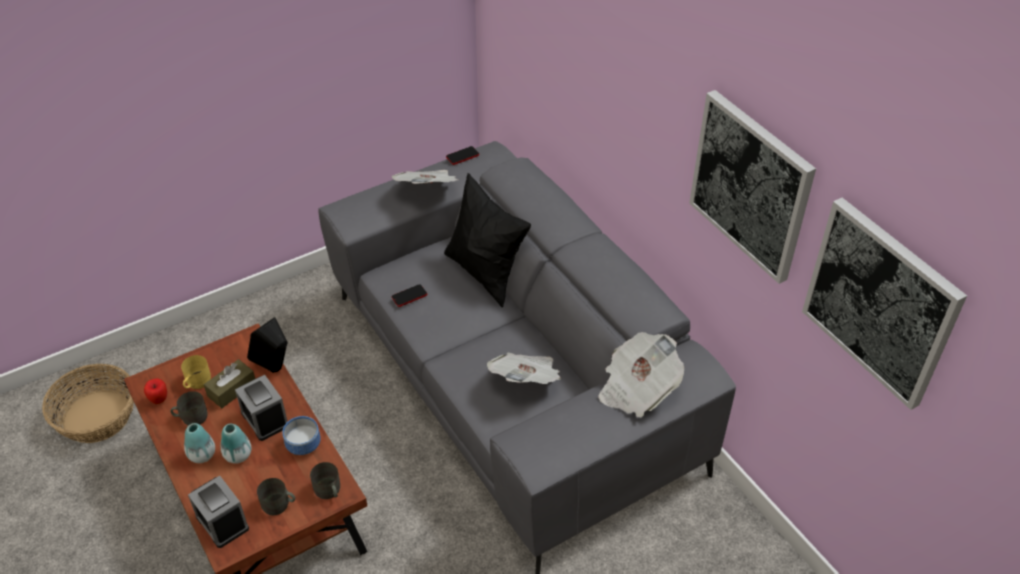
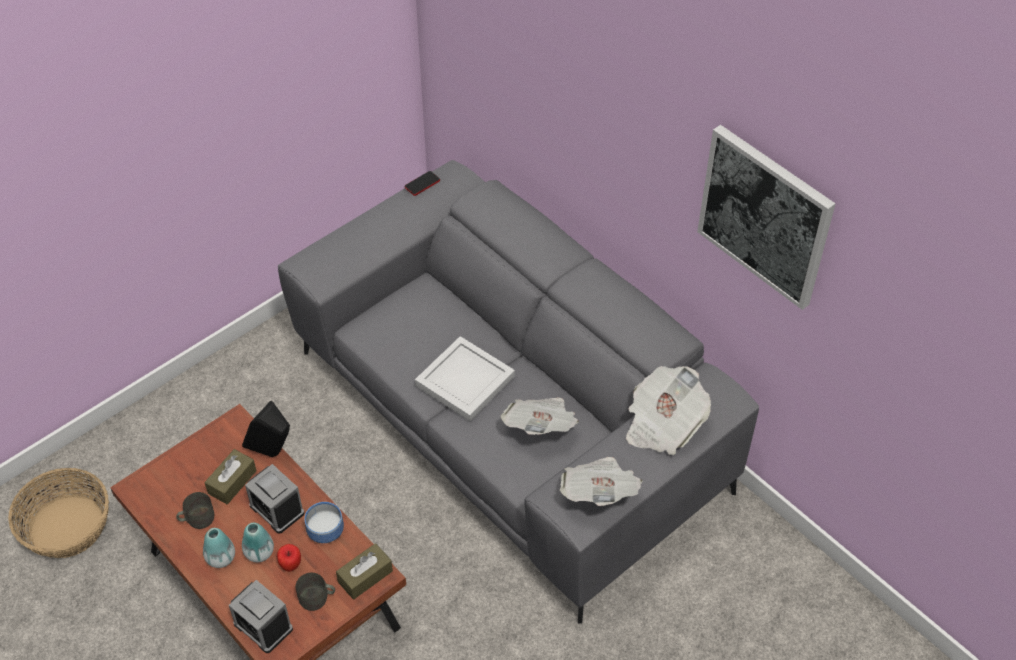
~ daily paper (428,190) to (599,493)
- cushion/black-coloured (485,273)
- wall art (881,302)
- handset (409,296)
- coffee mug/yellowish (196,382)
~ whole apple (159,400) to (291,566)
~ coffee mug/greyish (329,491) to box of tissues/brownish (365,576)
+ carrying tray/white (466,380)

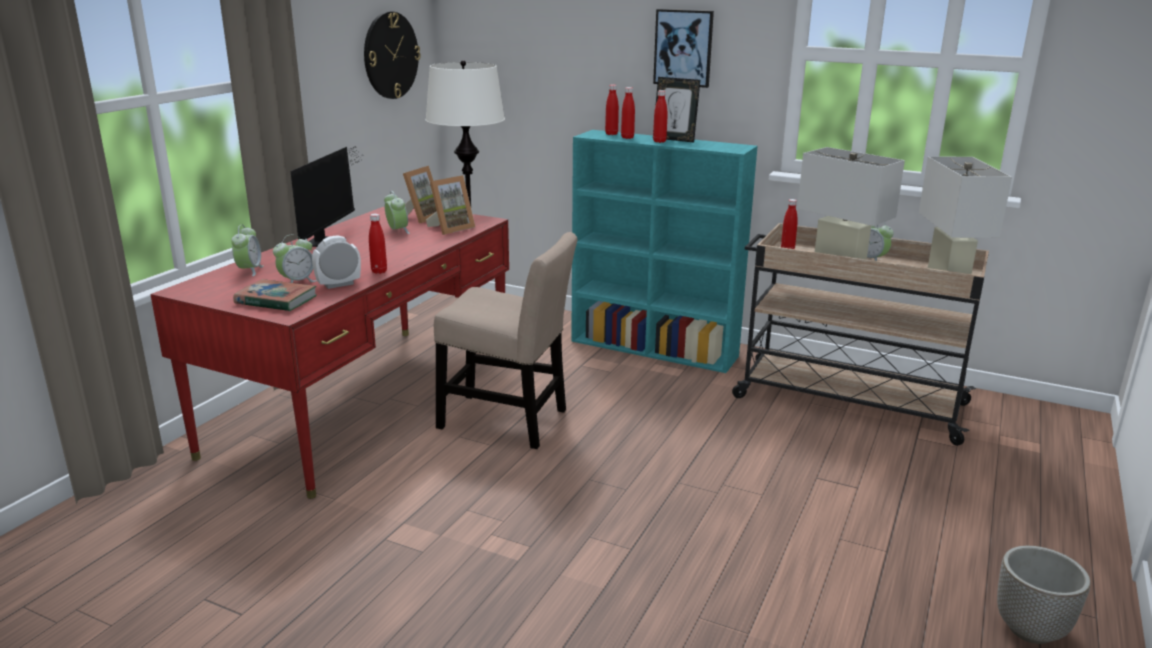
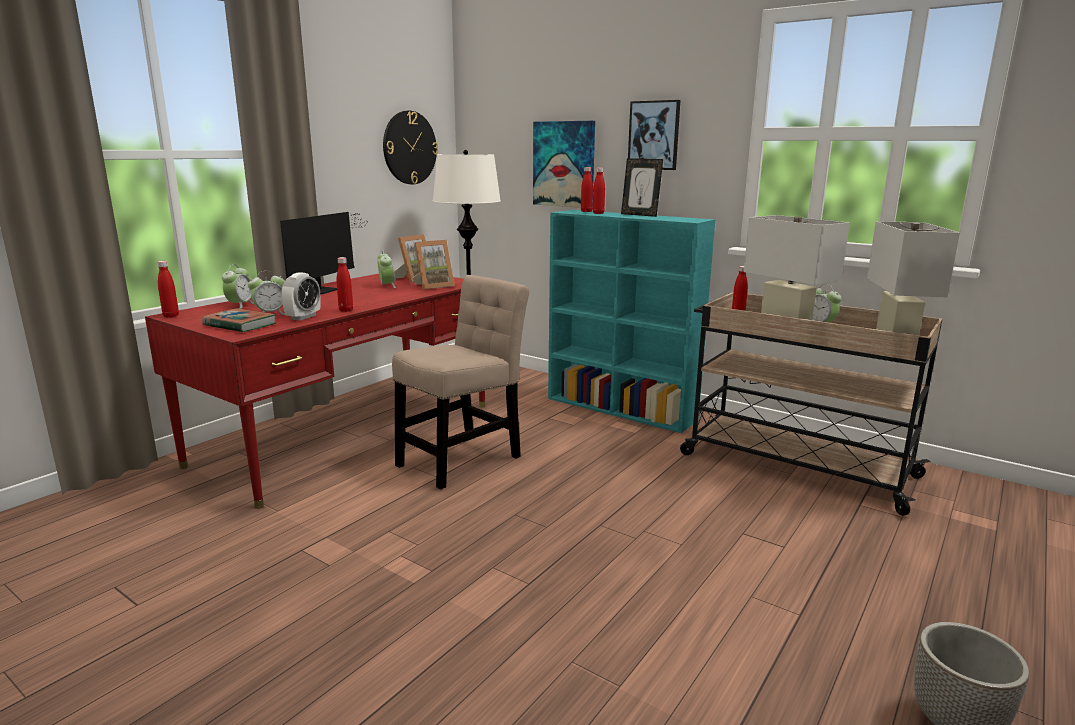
~ bottle/red-coloured (659,141) to (171,316)
~ upright chair/beige-coloured (508,421) = (463,458) 75 degrees counterclockwise
~ table clock (339,284) = (303,317) 135 degrees clockwise
+ wall art (564,164)

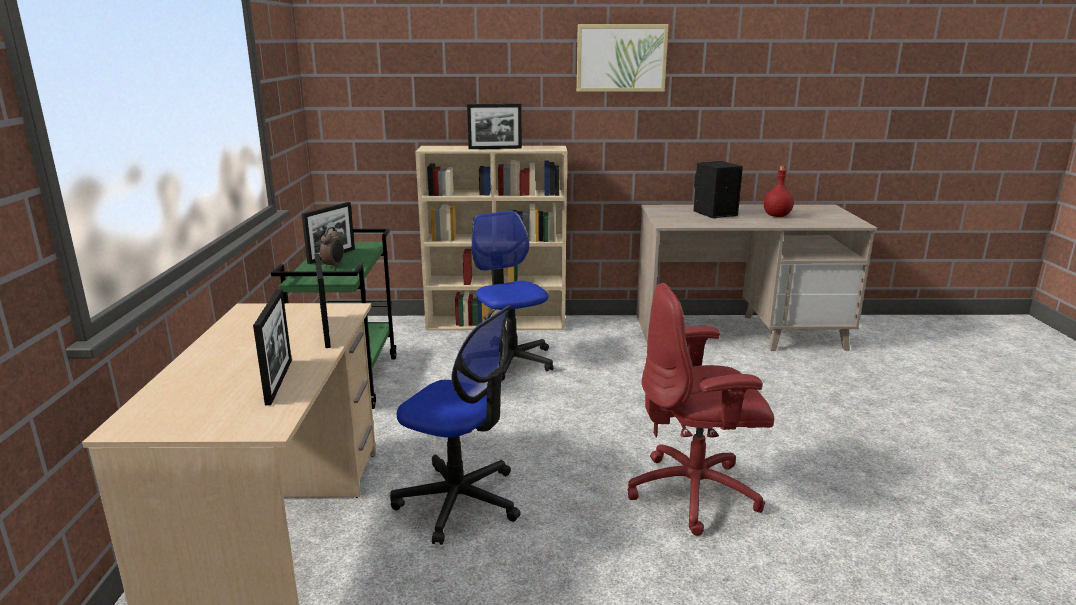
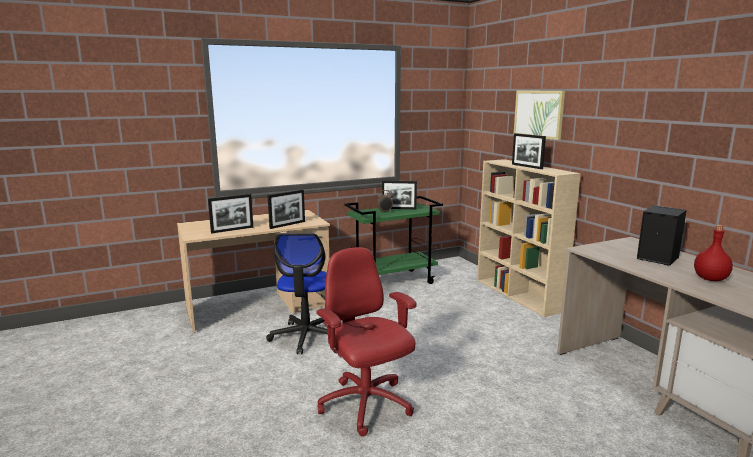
~ wall art (621,58) to (539,114)
- office chair (510,362)

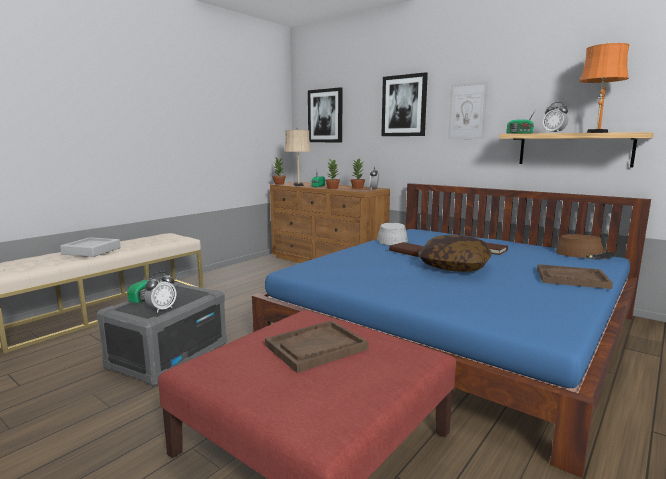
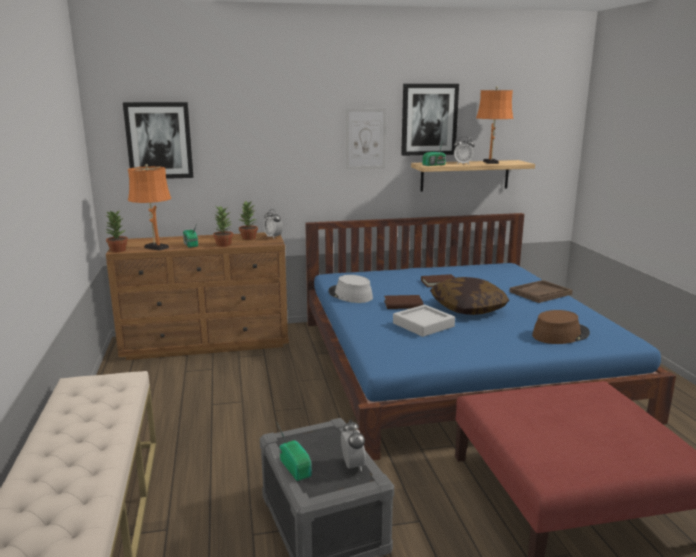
~ wall art (404,106) to (429,119)
~ table lamp/beige-coloured (298,185) to table lamp/orangey (154,247)
~ clothing hat/brownish (584,254) to (560,334)
~ carrying tray/greyish (91,251) to (423,325)
- carrying tray/brownish (316,347)

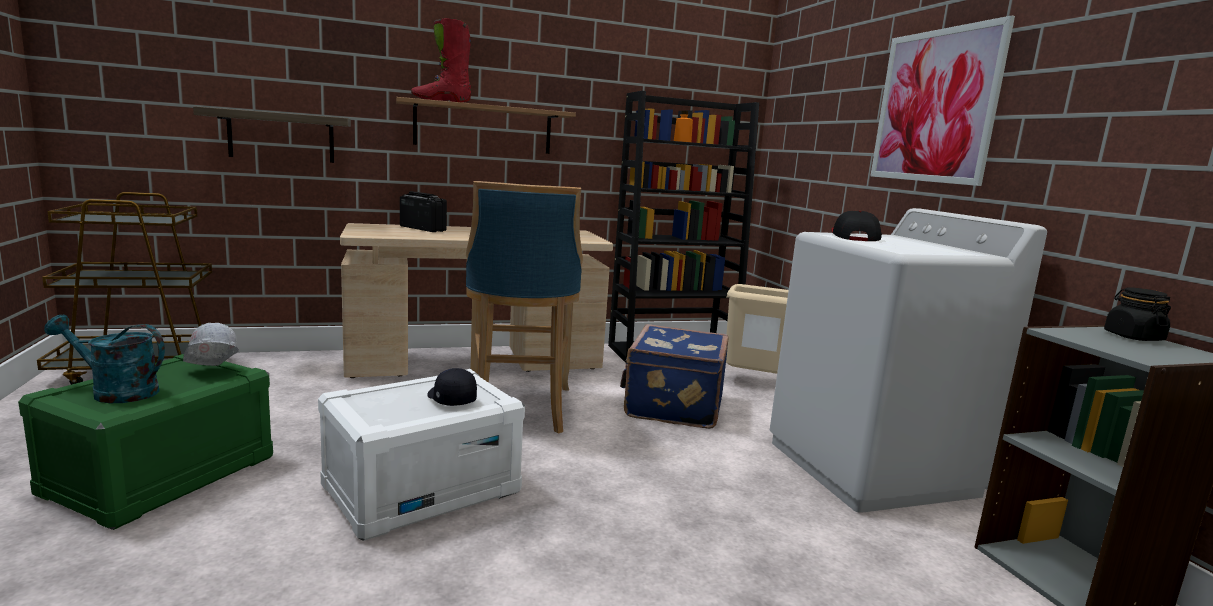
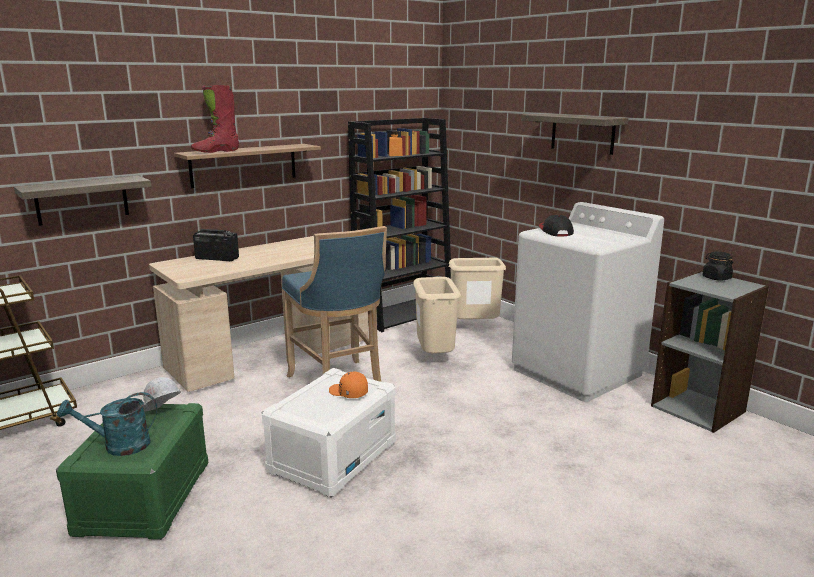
~ wall art (935,106) to bracket shelf (582,133)
~ travel case/blue (672,406) to rubbish bin/beige-coloured (436,358)
~ cap/black-coloured (450,399) to cap/orangey (348,393)

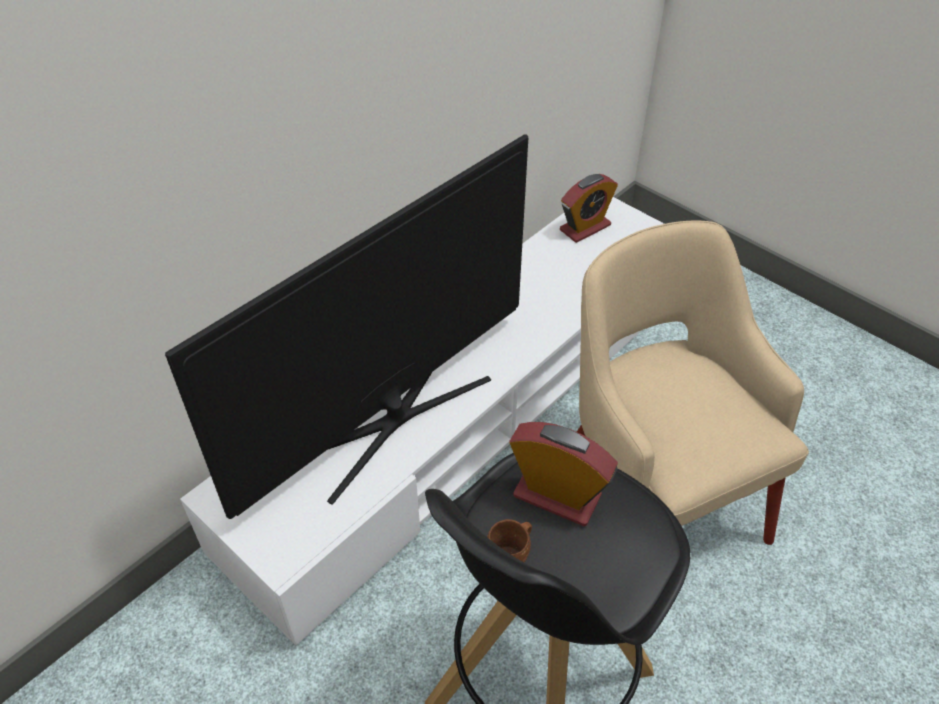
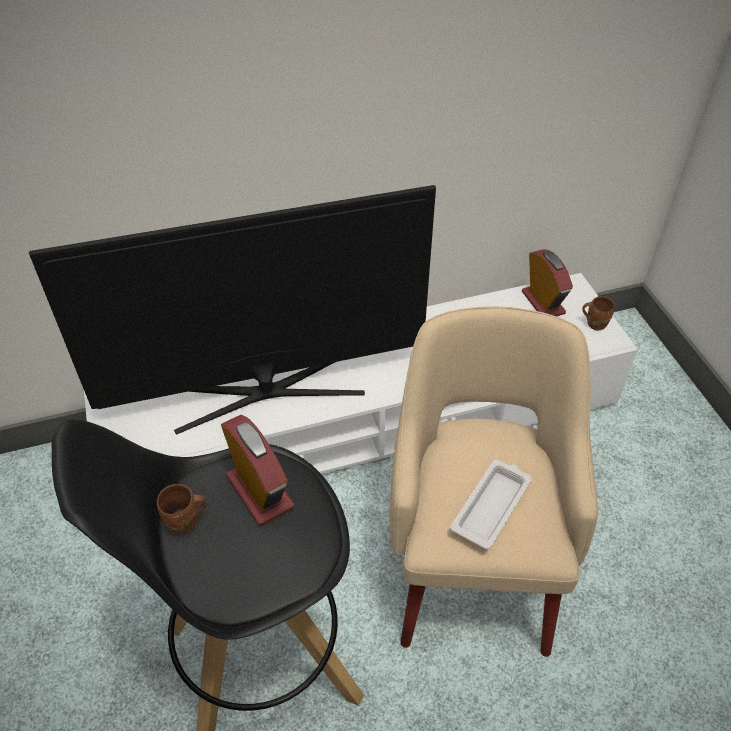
~ table clock (585,227) = (543,302) 105 degrees counterclockwise
+ coffee mug/brownish (595,323)
+ carrying tray/white (491,506)

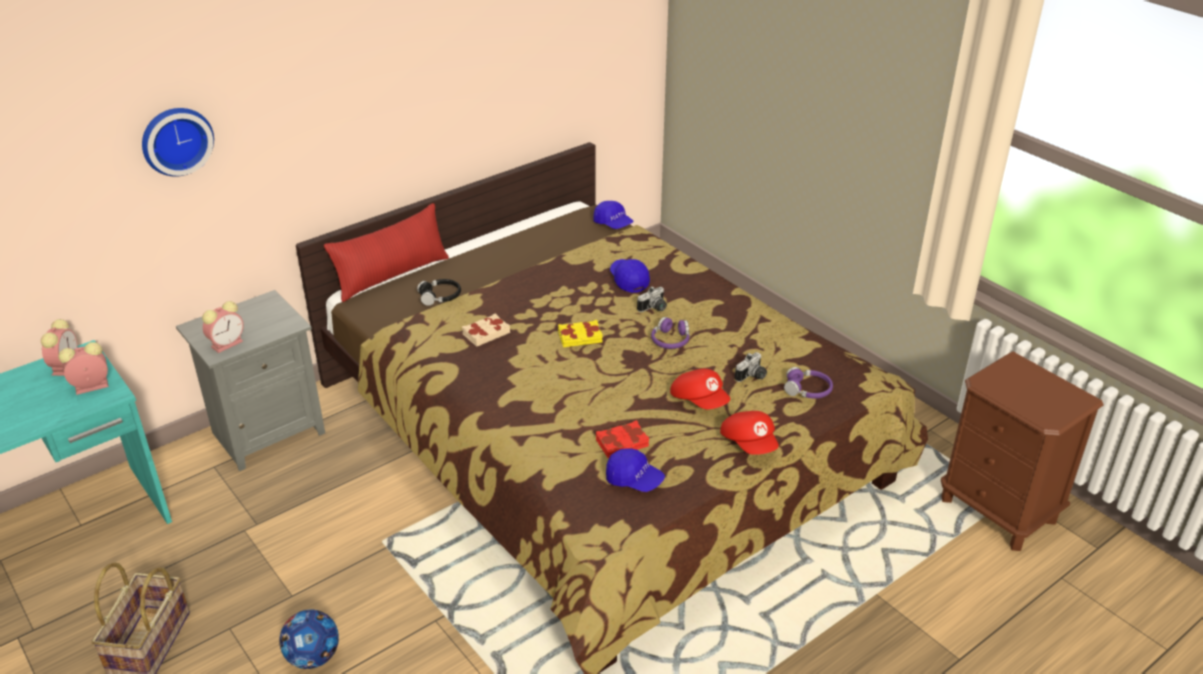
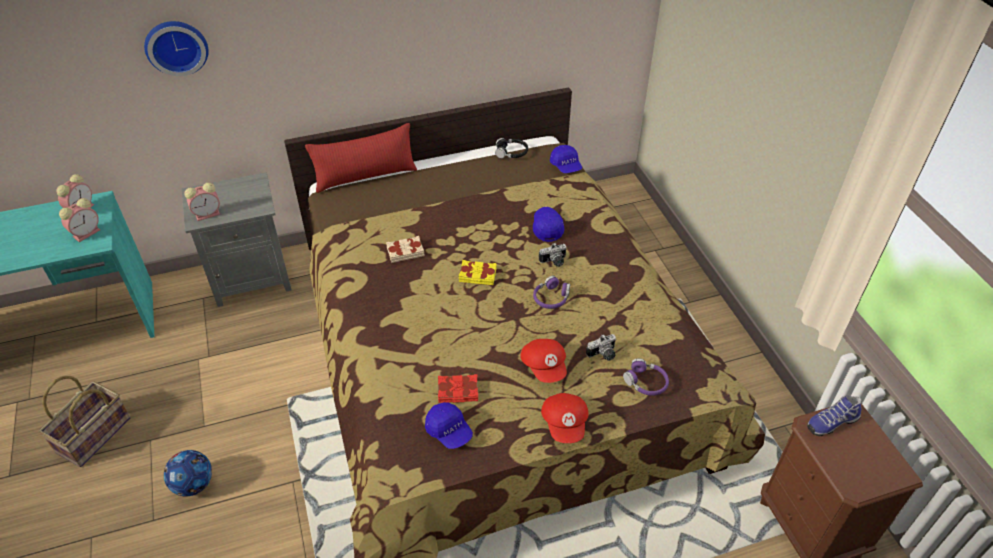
~ headset/black-coloured (440,297) to (511,152)
~ table clock (90,387) = (87,232) 135 degrees clockwise
+ shoe (831,422)

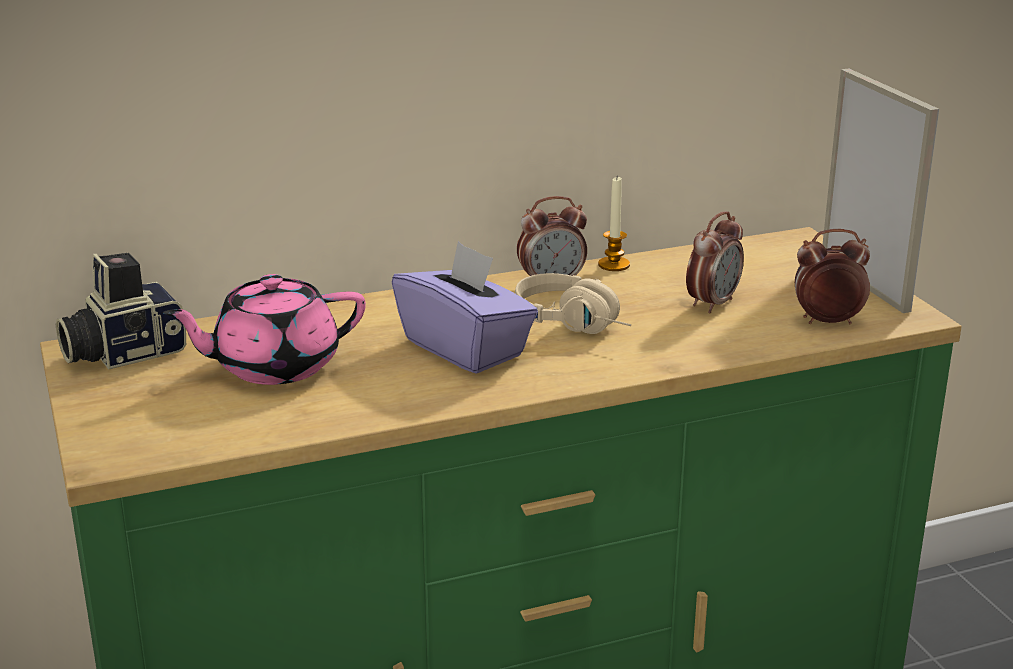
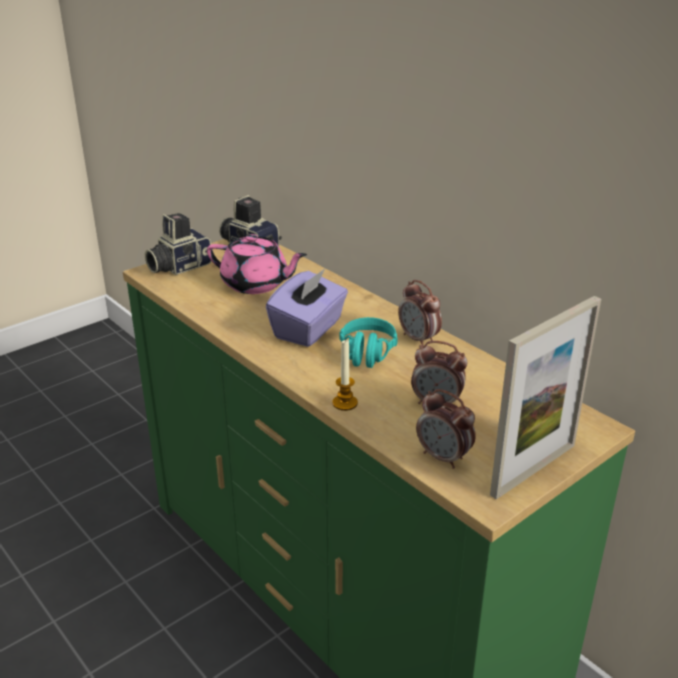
~ wax light (614,265) to (345,403)
~ table clock (827,322) = (443,457) 150 degrees clockwise
~ headset/beige-coloured (577,324) to headset/turquoise (365,358)
~ pot for tea/pinkish (274,366) = (256,284) 150 degrees clockwise
+ photo camera (178,266)

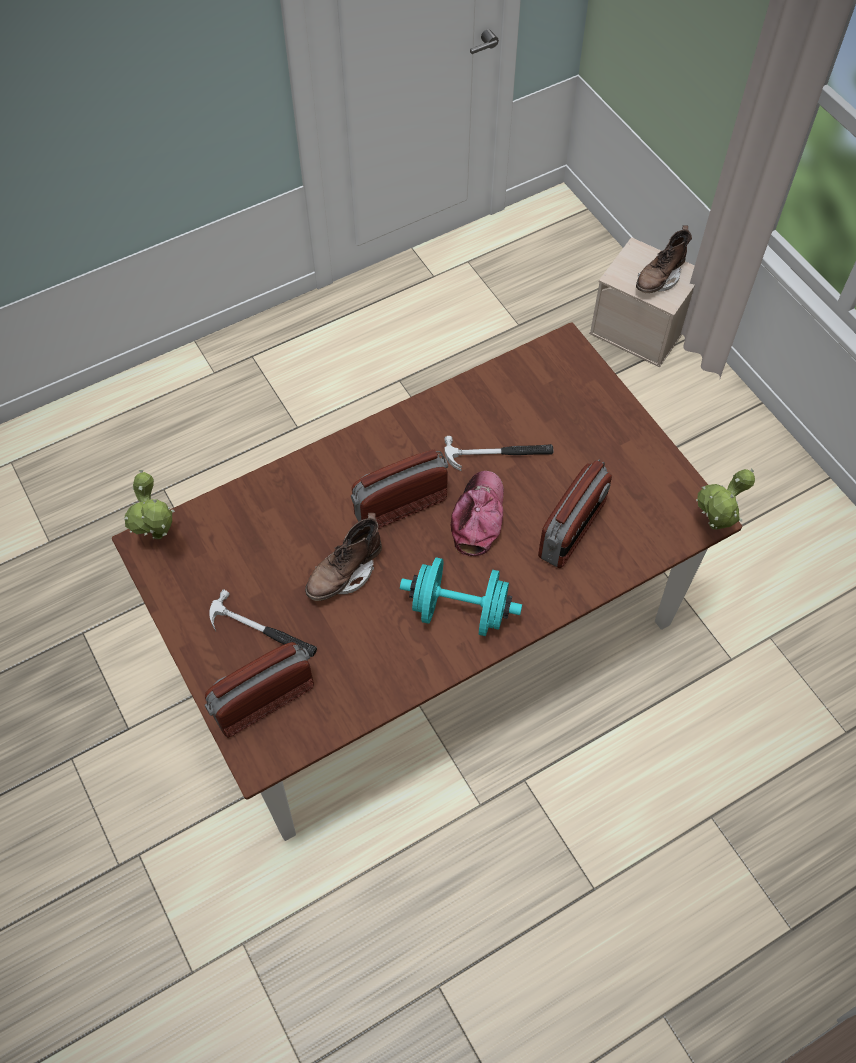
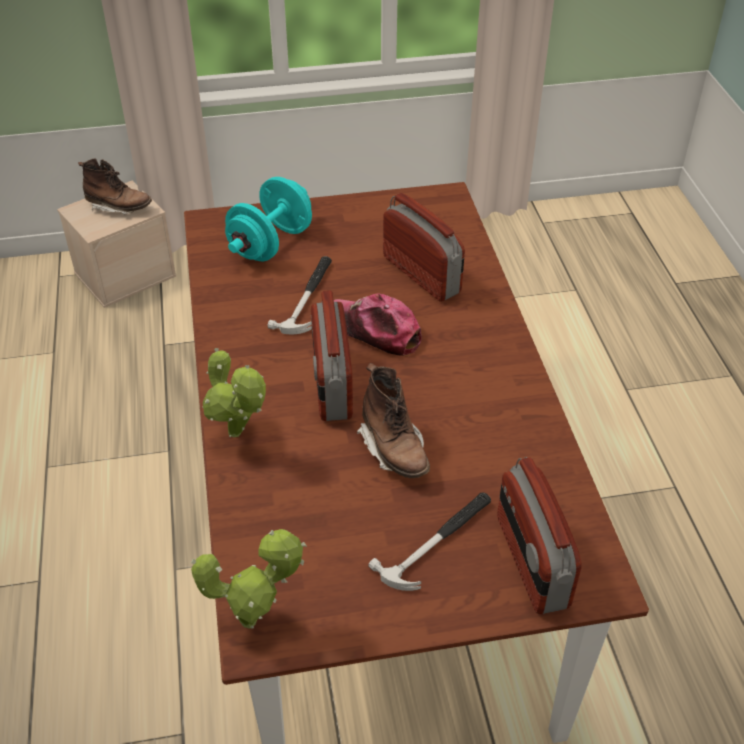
~ tall boot/brownish (659,279) = (119,207) 45 degrees counterclockwise
~ potted plant (713,528) to (238,435)
~ free weight/turquoise (459,611) to (271,243)

